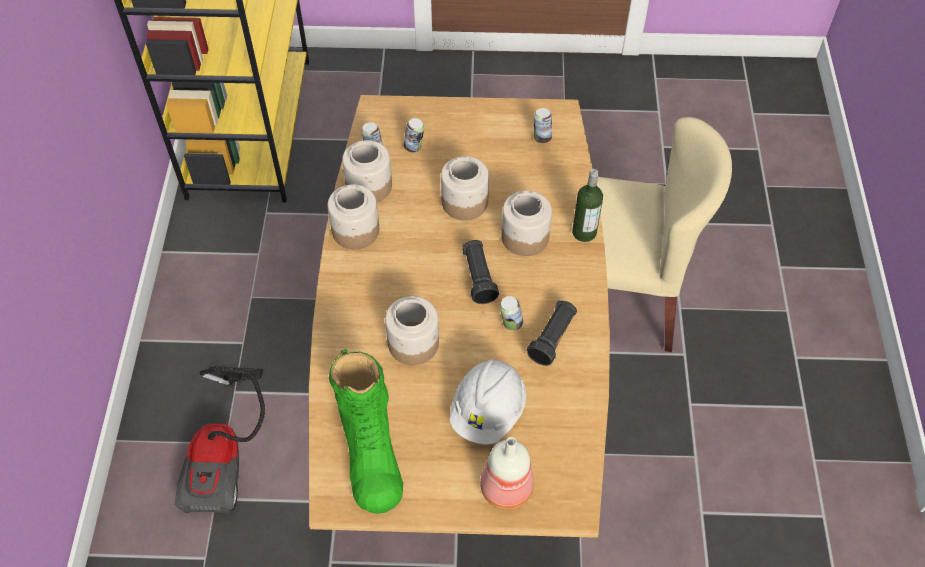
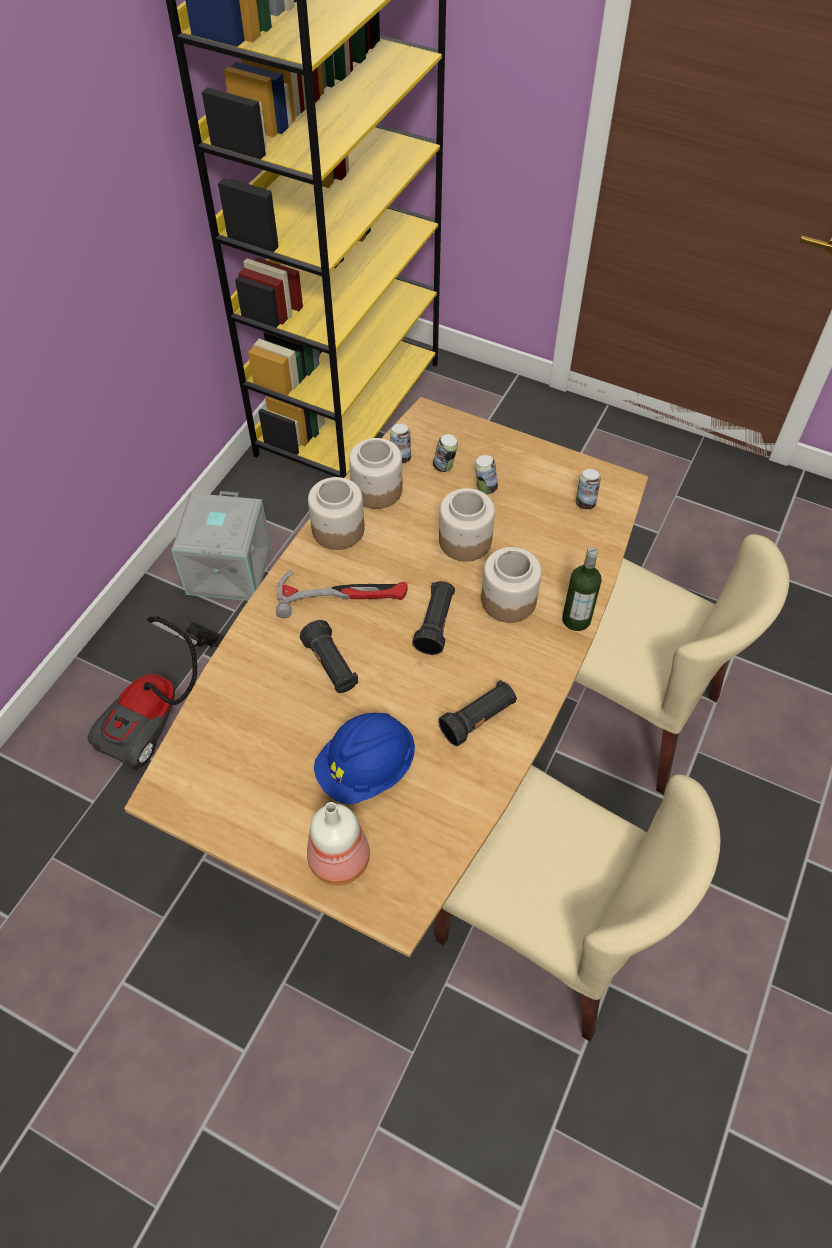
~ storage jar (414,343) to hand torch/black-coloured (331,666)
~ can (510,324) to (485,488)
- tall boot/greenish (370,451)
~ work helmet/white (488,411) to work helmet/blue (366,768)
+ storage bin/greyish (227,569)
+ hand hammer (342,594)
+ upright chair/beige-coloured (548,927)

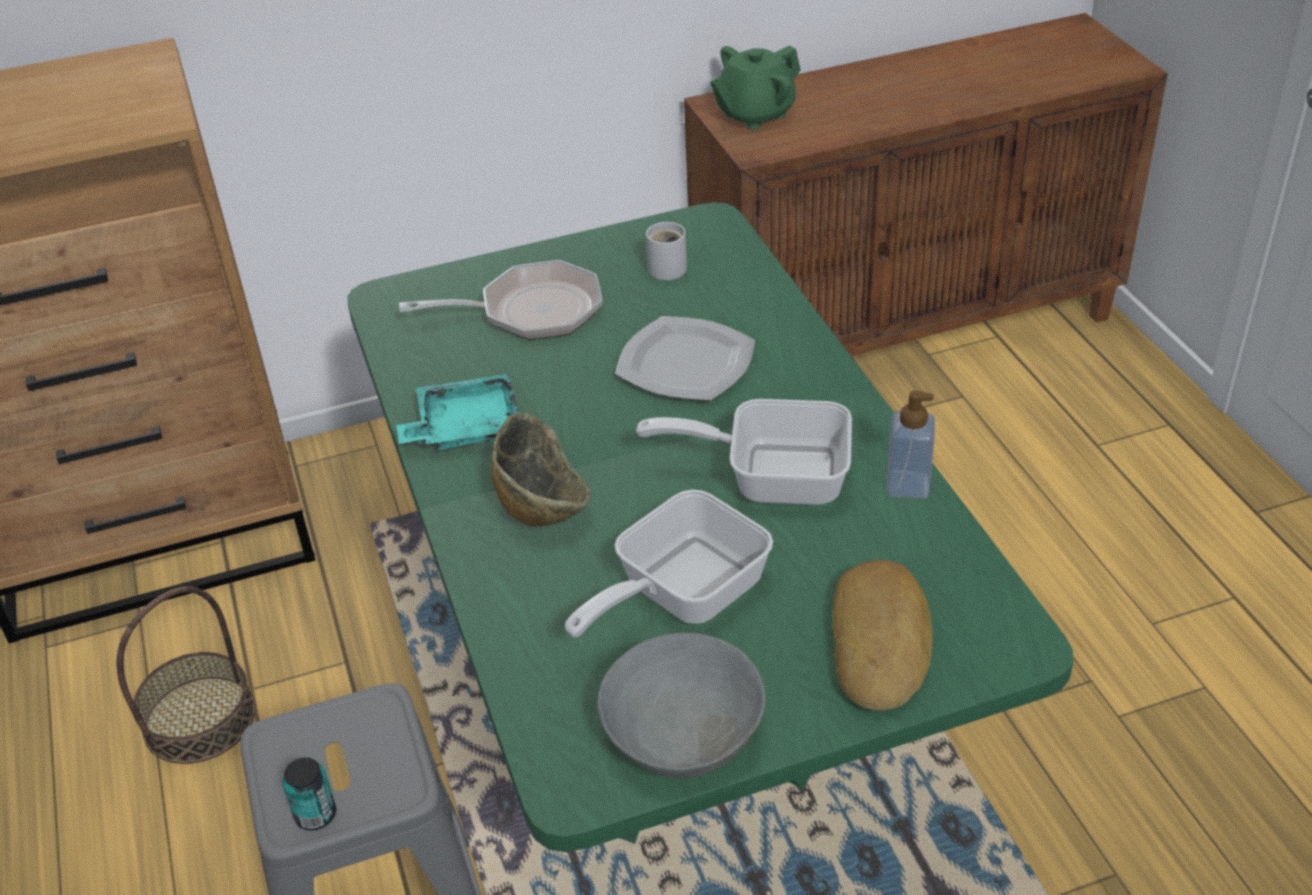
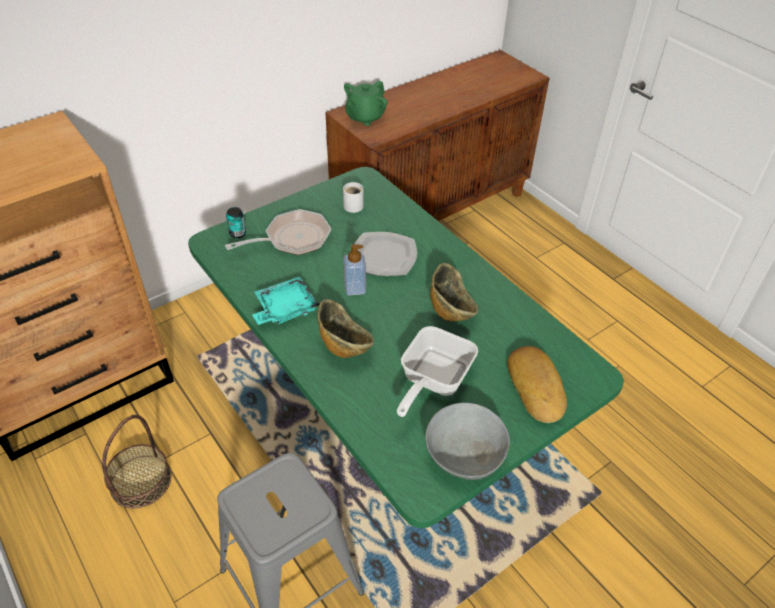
~ soap dispenser (907,485) to (355,288)
~ skillet (771,476) to deep dish (450,310)
~ can (316,815) to (237,233)

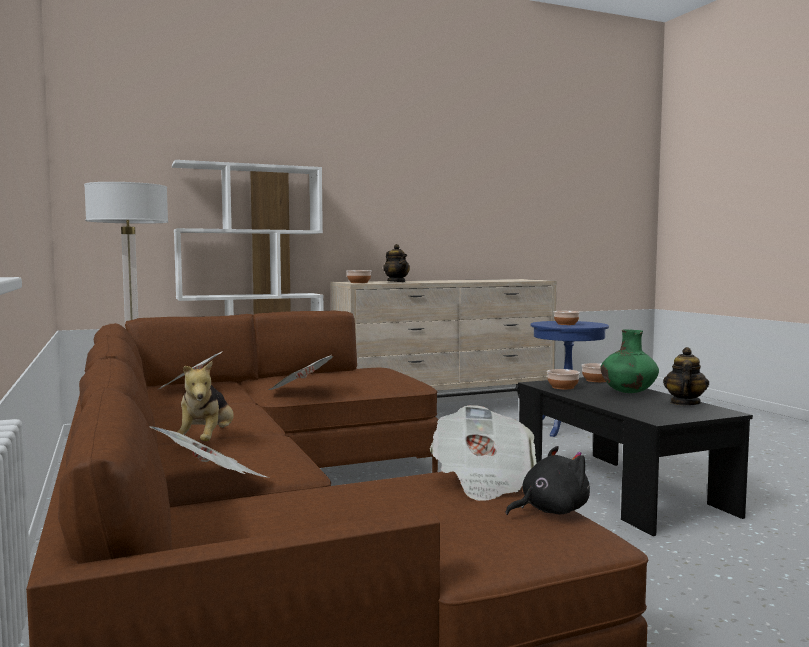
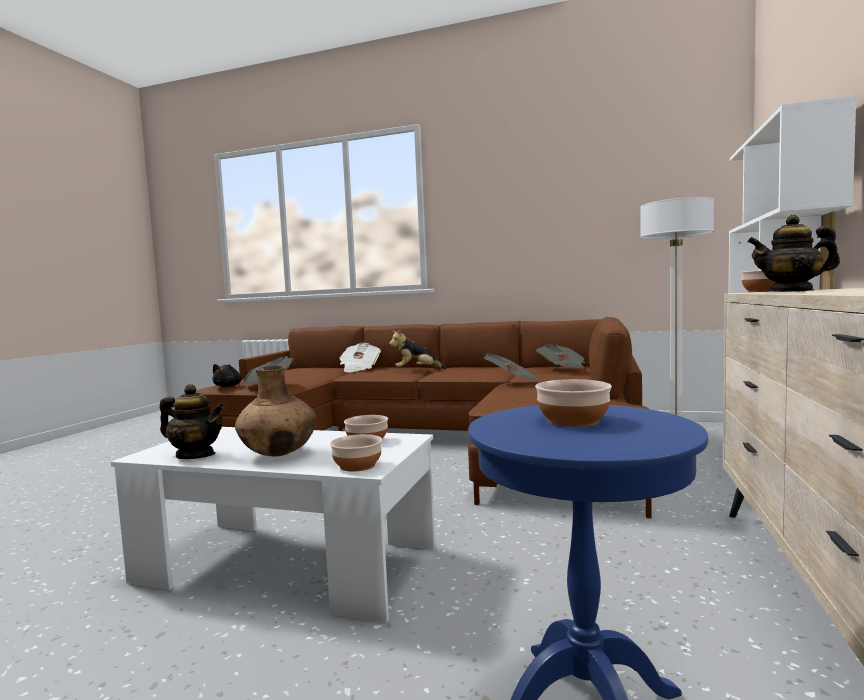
~ decorative vase/greenish (628,392) to decorative vase/brownish (279,454)
~ pot for tea (684,403) = (195,455) 45 degrees counterclockwise
~ cuddly toy (207,442) = (417,370) 45 degrees counterclockwise
~ coffee table/black-coloured (619,489) to coffee table/white (287,564)

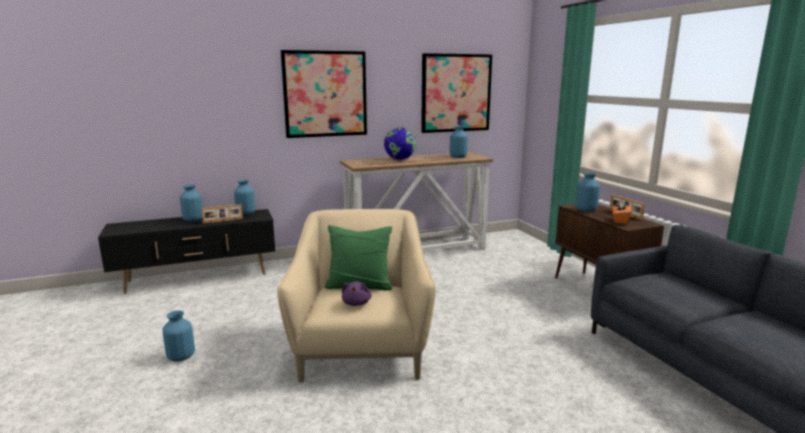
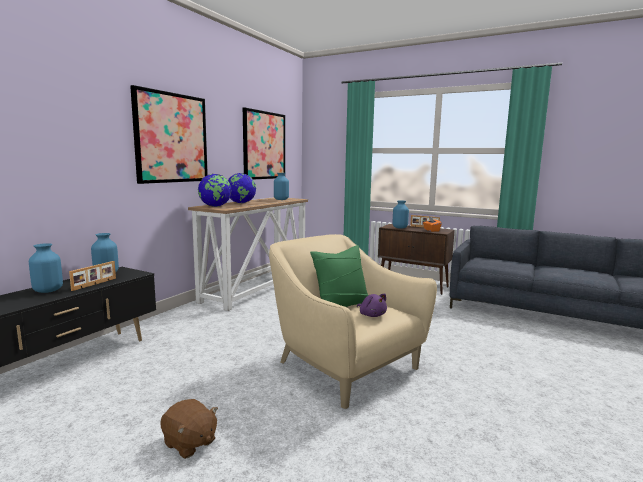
~ decorative vase/blue (181,357) to cuddly toy/brownish (189,443)
+ world globe (215,206)

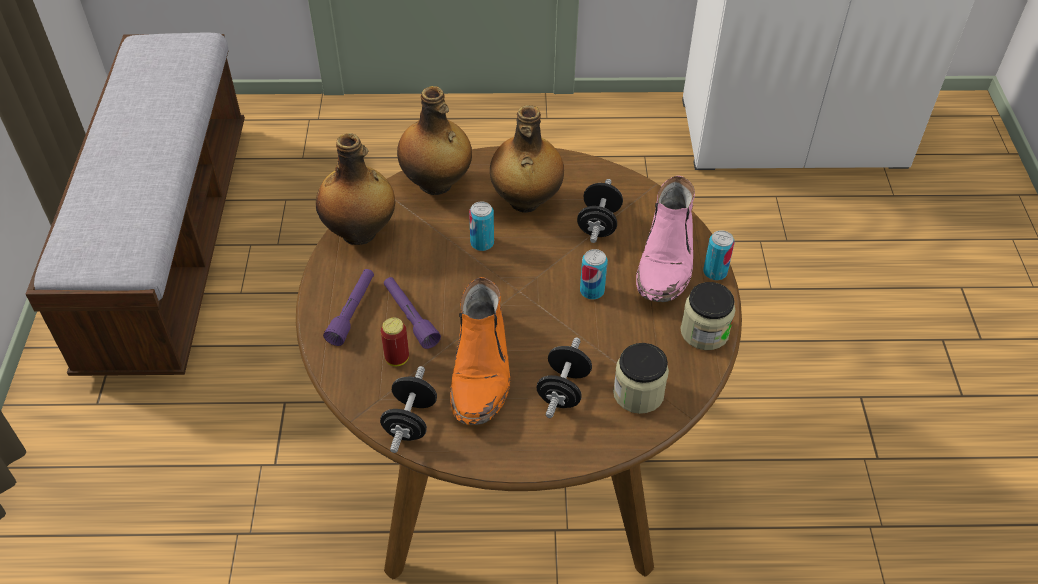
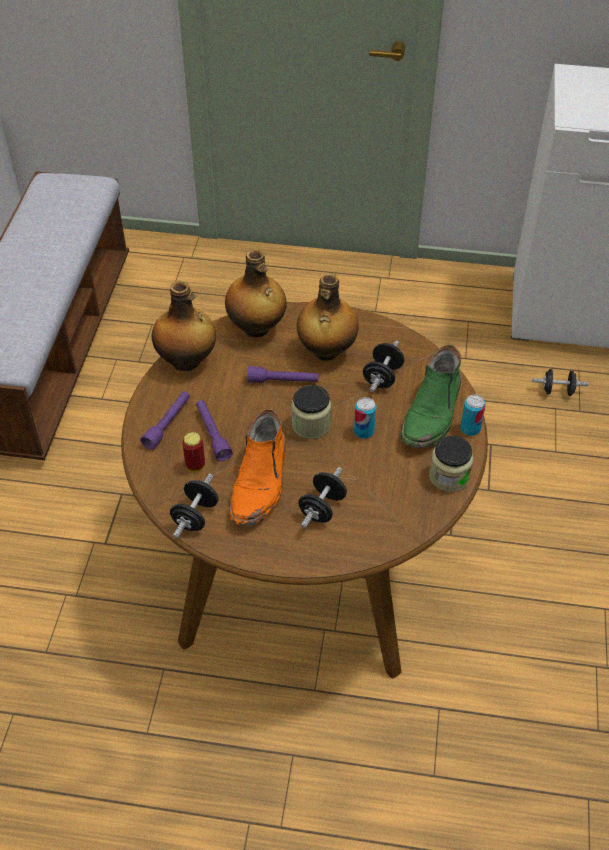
~ tall boot/pinkish (667,259) to tall boot/greenish (432,413)
~ can (482,243) to hand torch/purple (283,381)
~ storage jar (638,393) to (311,425)
+ free weight/black-coloured (557,391)

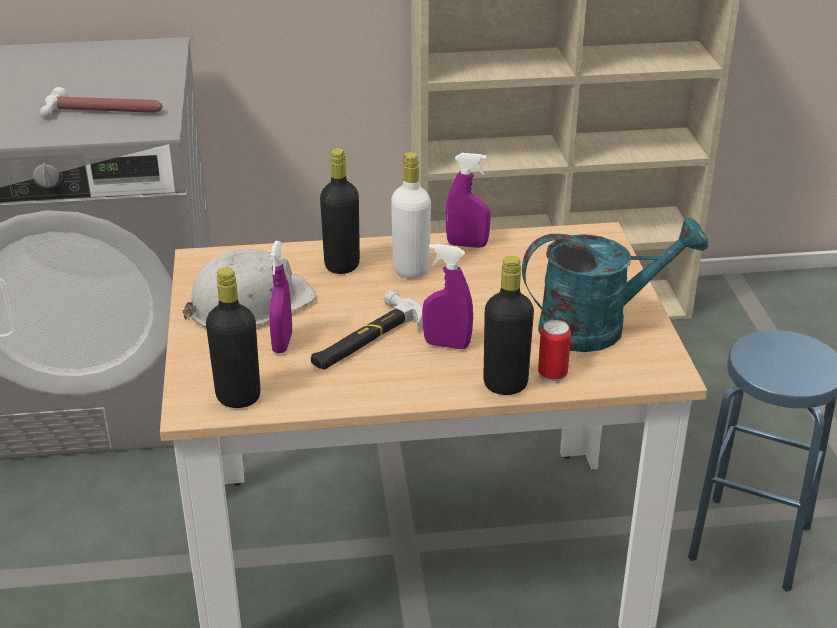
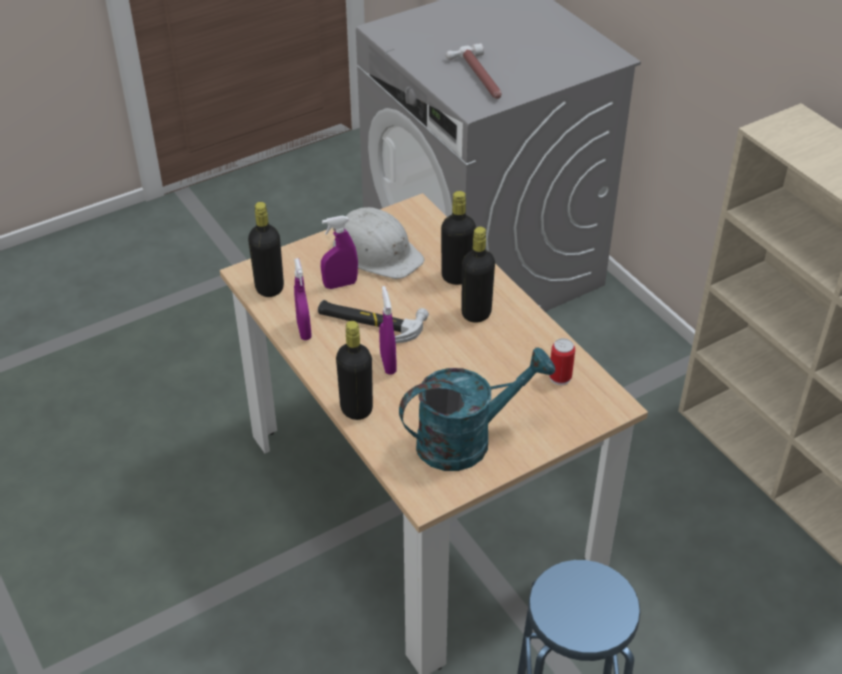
~ bottle/white (411,270) to bottle/black-coloured (476,313)
~ hand sprayer/purple (467,245) to (304,330)
~ watering can/turquoise (597,326) = (466,439) 75 degrees counterclockwise
~ can (552,374) to (560,377)

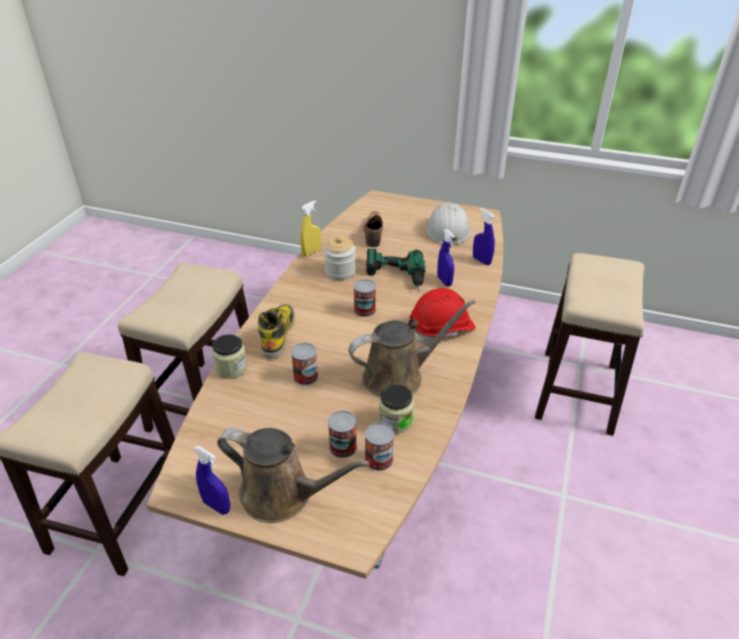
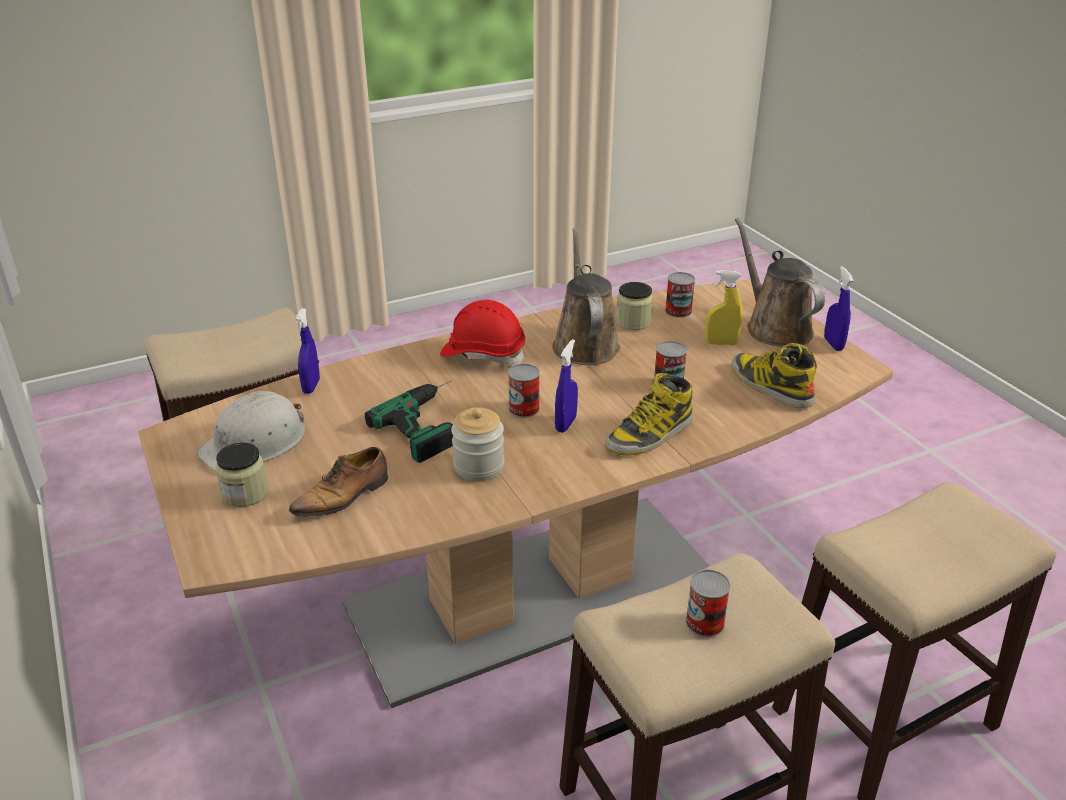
~ hand sprayer/yellowish (311,252) to (721,343)
~ hand sprayer/blue (444,281) to (565,424)
~ watering can/brownish (398,376) = (584,344) 60 degrees clockwise
~ storage jar (231,368) to (245,493)
~ can (343,447) to (705,622)
+ tall boot (770,386)

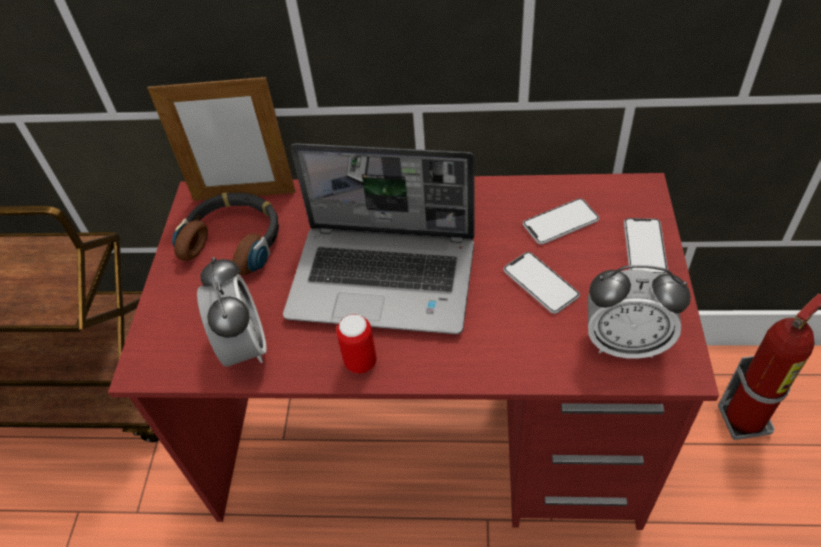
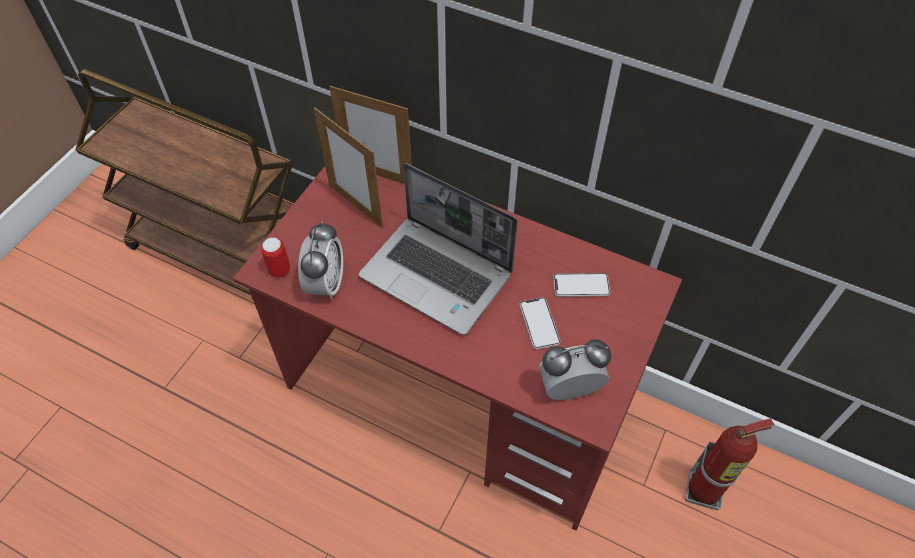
~ headset (234,240) to picture frame (355,205)
- handset (644,247)
~ table clock (625,343) = (569,389) 135 degrees clockwise
~ can (360,362) to (279,270)

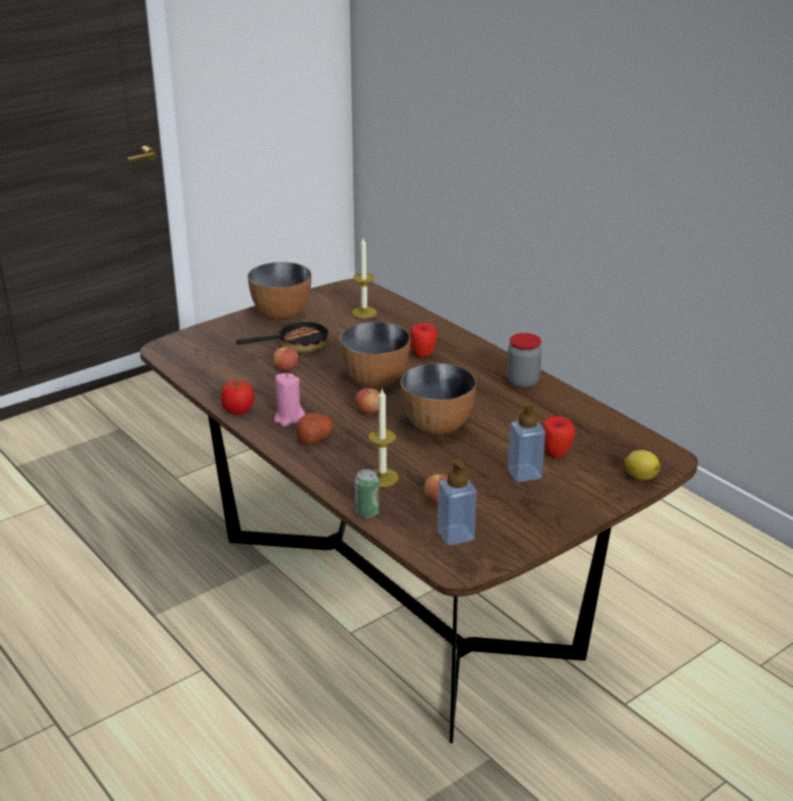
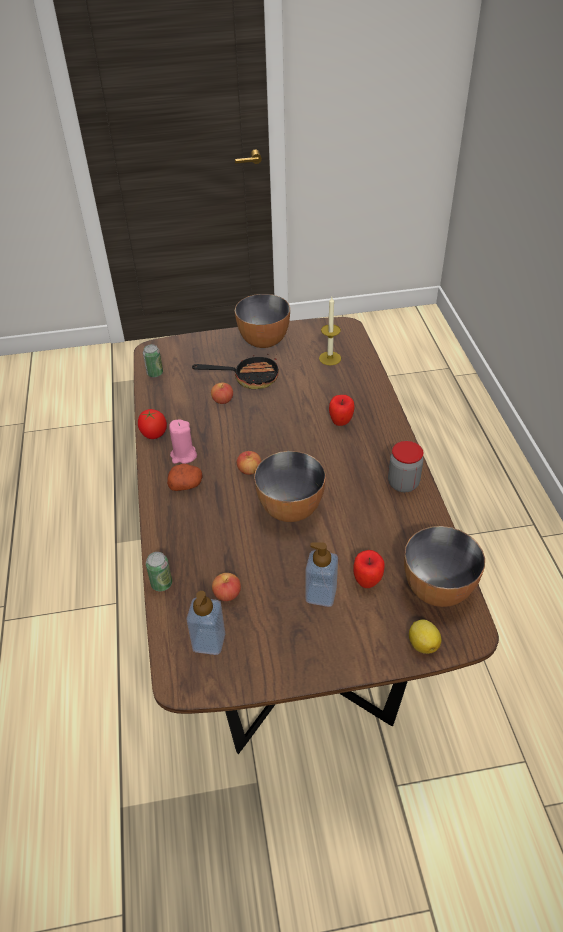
~ deep dish (376,381) to (438,589)
- wax light (382,478)
+ can (155,373)

